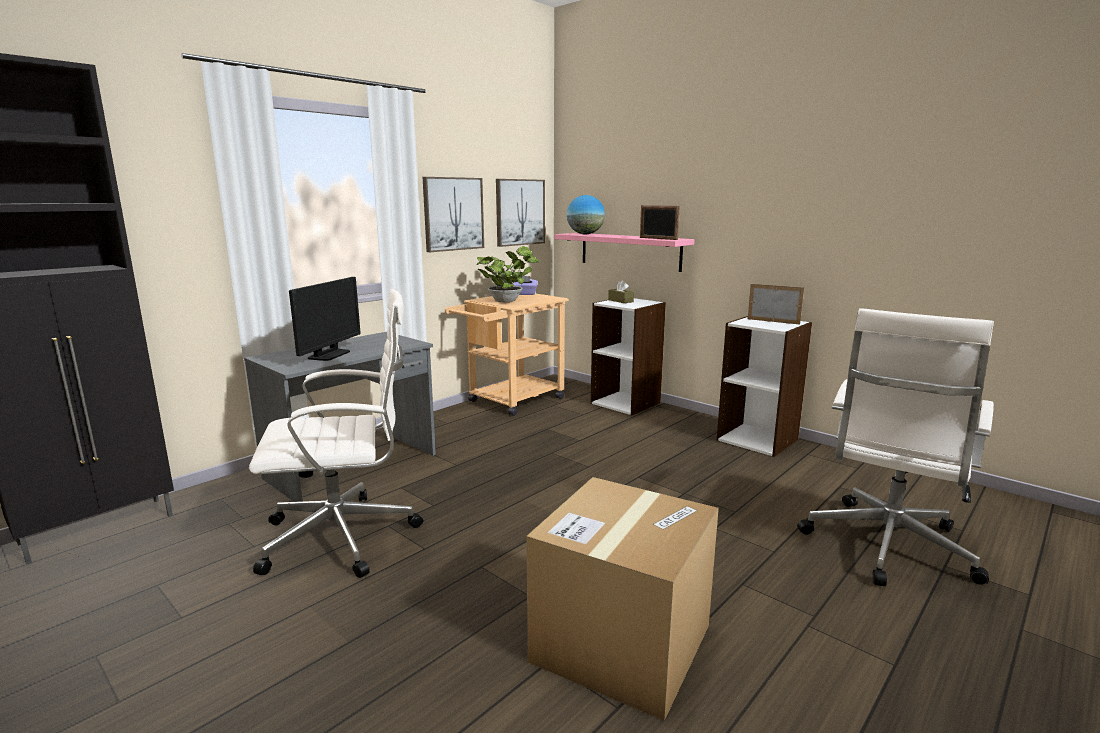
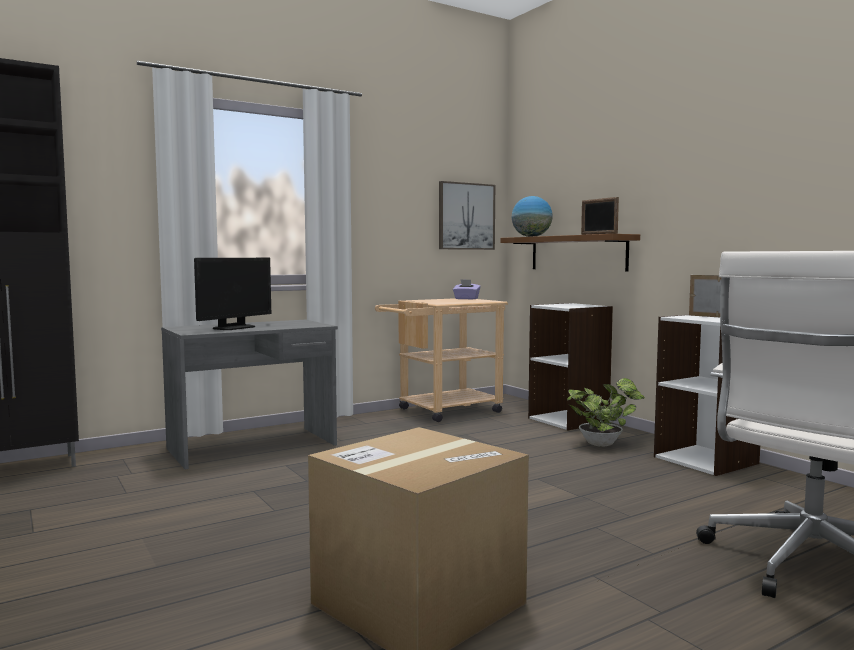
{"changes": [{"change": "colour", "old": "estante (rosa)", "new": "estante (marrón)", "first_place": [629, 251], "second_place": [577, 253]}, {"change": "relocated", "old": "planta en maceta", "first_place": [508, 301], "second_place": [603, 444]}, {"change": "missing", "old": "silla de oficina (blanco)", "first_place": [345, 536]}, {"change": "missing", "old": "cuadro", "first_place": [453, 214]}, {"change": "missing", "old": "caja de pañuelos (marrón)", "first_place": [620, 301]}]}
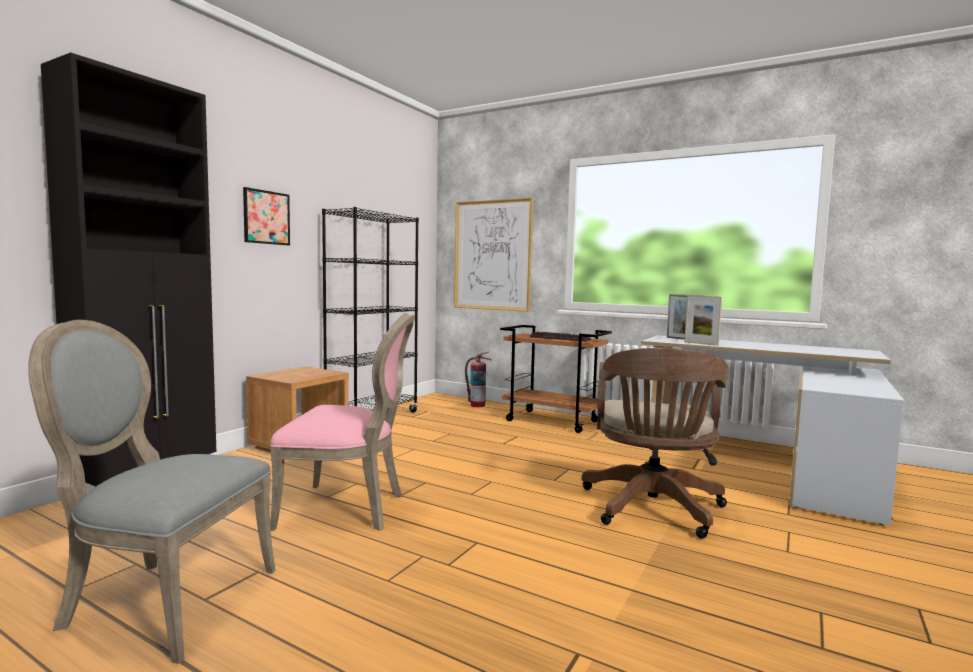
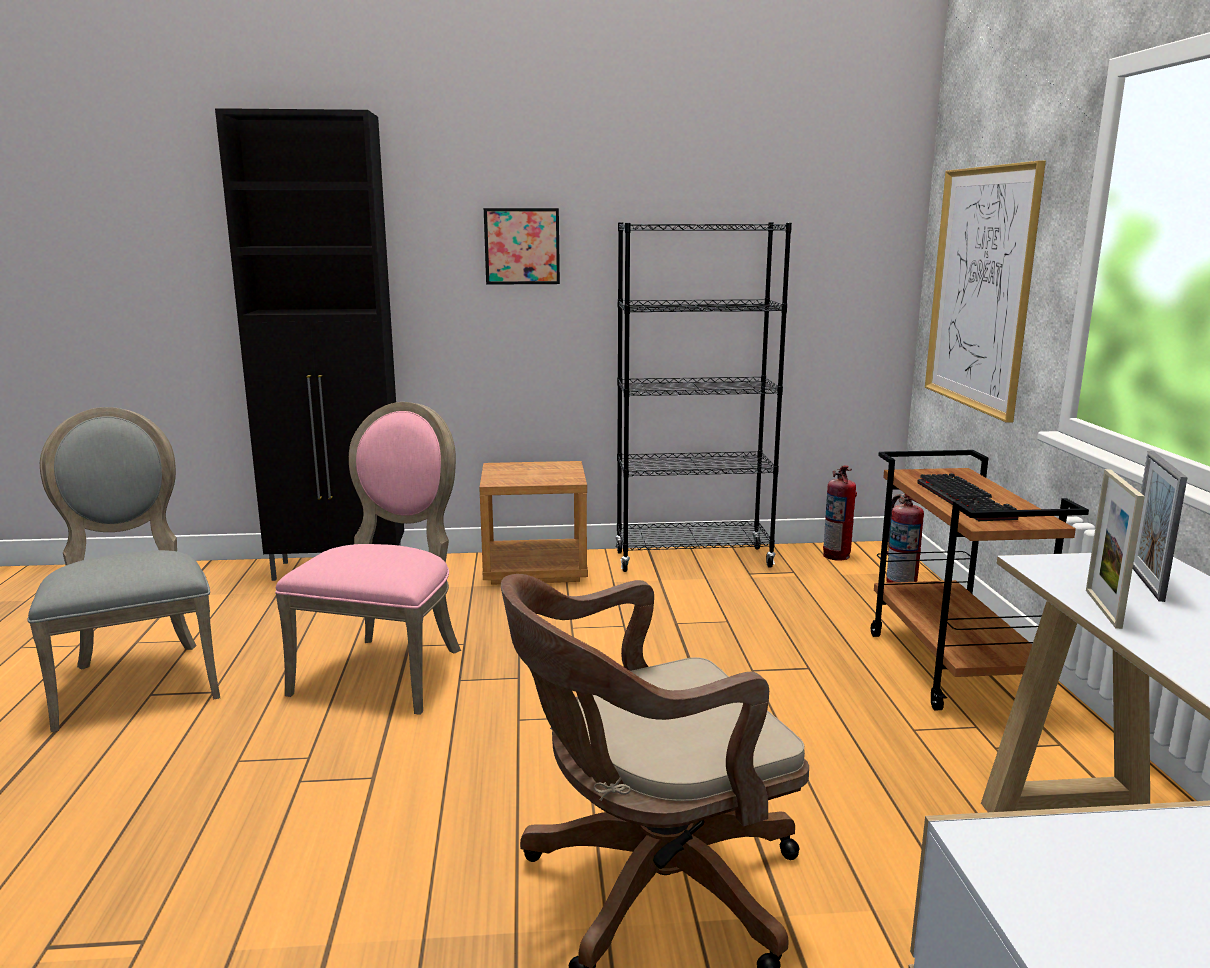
{"changes": [{"change": "spun", "old": "silla (rosa)", "first_place": [348, 509], "second_place": [387, 669], "degrees": -135}, {"change": "appeared", "new": "extintor", "second_place": [837, 555]}]}
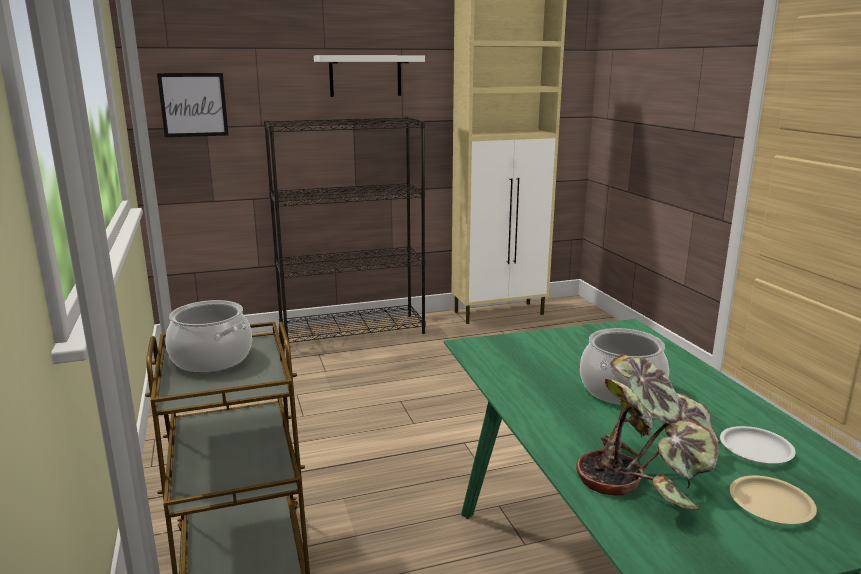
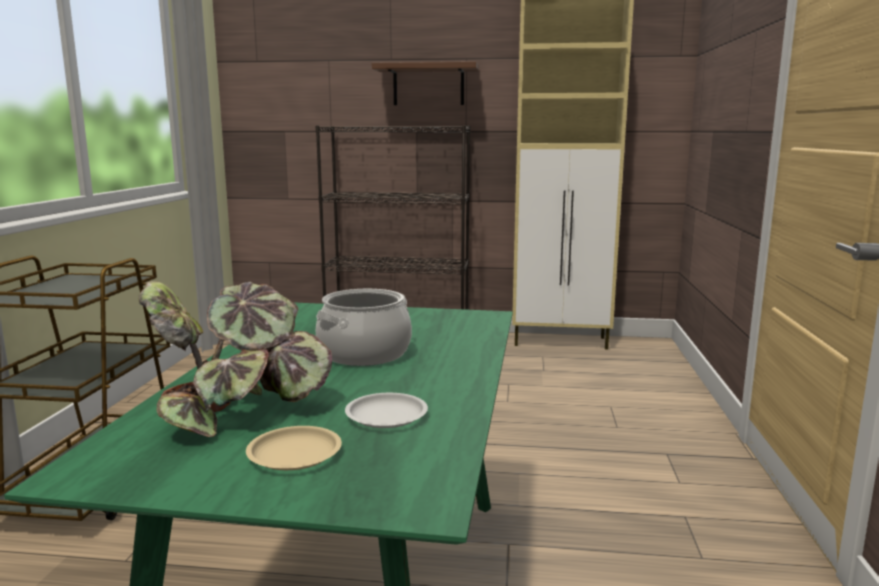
{"changes": [{"change": "colour", "old": "estante (blanco)", "new": "estante (marrón)", "first_place": [365, 76], "second_place": [428, 85]}, {"change": "missing", "old": "cuadro", "first_place": [193, 105]}, {"change": "missing", "old": "olla", "first_place": [211, 358]}]}
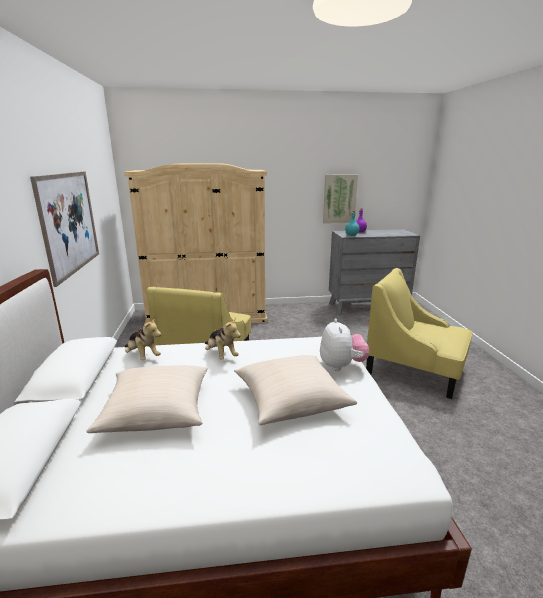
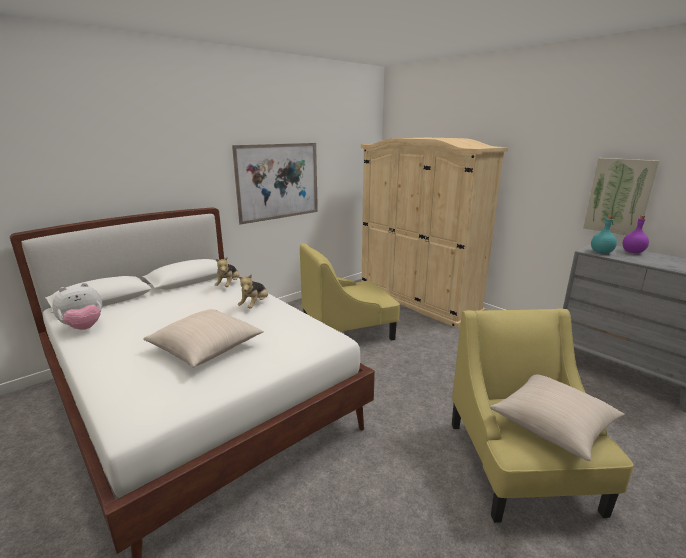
{"changes": [{"change": "relocated", "old": "peluche", "first_place": [341, 366], "second_place": [84, 328]}, {"change": "relocated", "old": "cojín (beis)", "first_place": [157, 411], "second_place": [552, 425]}]}
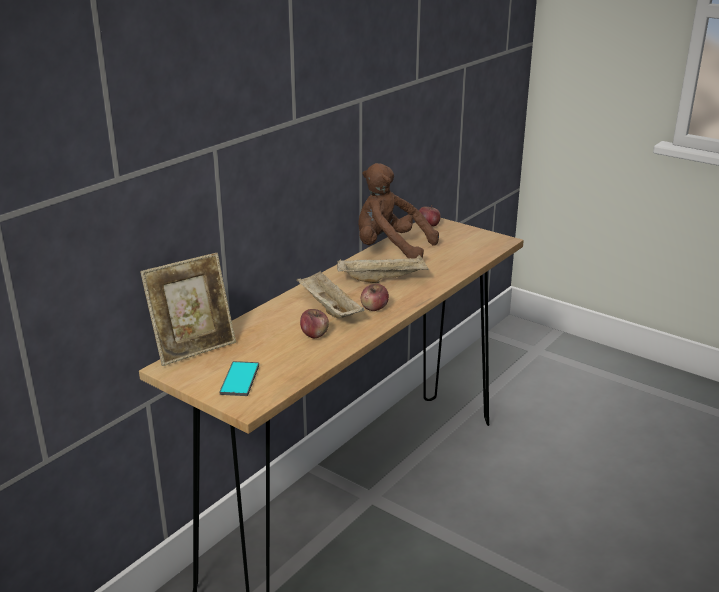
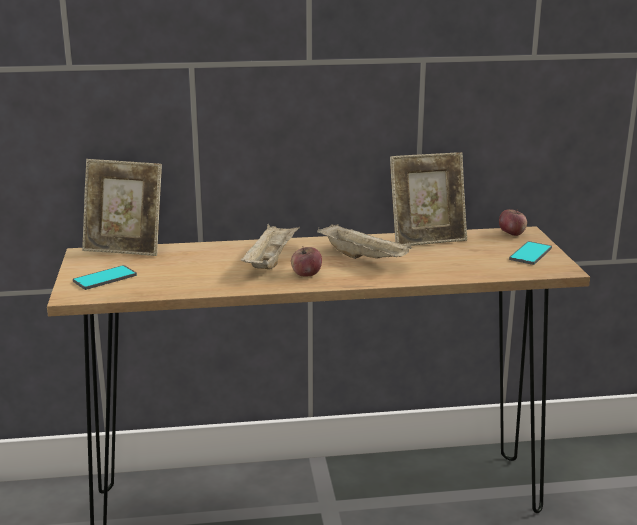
{"changes": [{"change": "exchanged", "old": "peluche (marrón)", "new": "portarretratos", "first_place": [390, 249], "second_place": [427, 239]}, {"change": "appeared", "new": "móvil", "second_place": [530, 254]}, {"change": "missing", "old": "manzana", "first_place": [314, 334]}]}
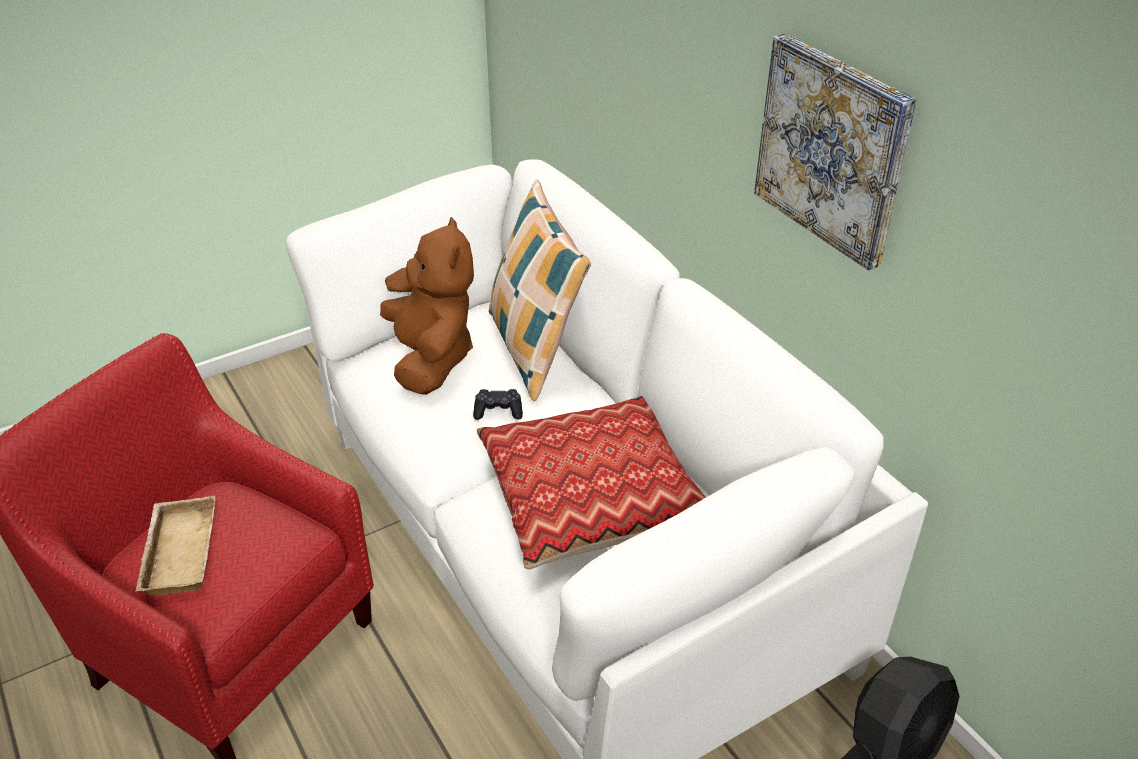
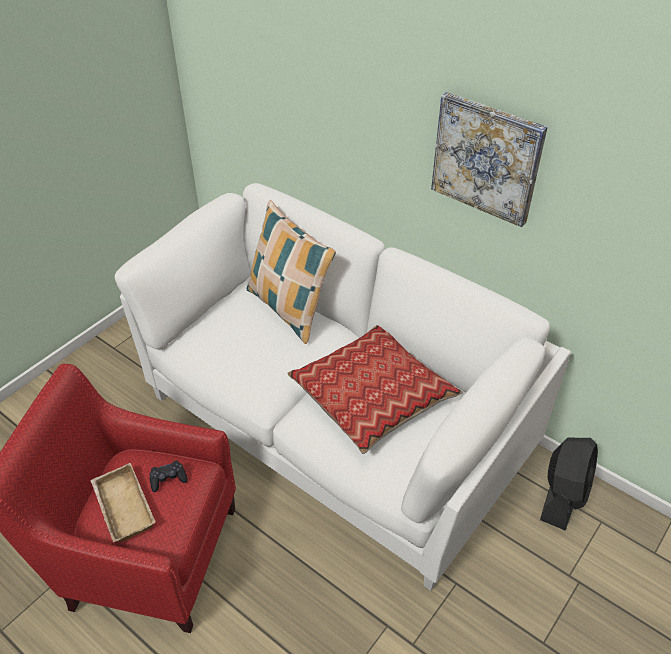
{"changes": [{"change": "relocated", "old": "mando de consola (negro)", "first_place": [498, 411], "second_place": [168, 479]}, {"change": "missing", "old": "peluche (marrón)", "first_place": [429, 358]}]}
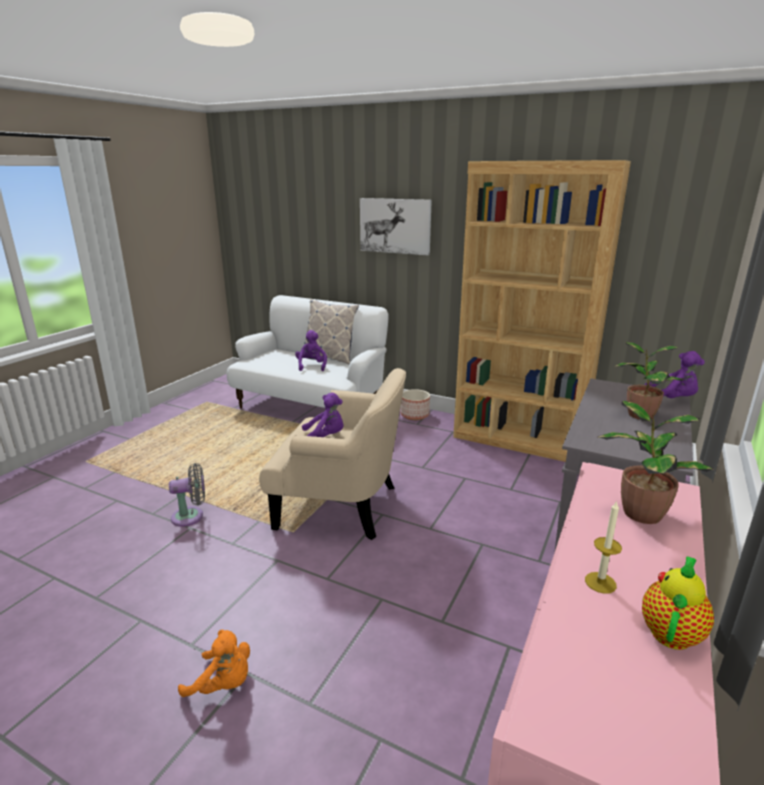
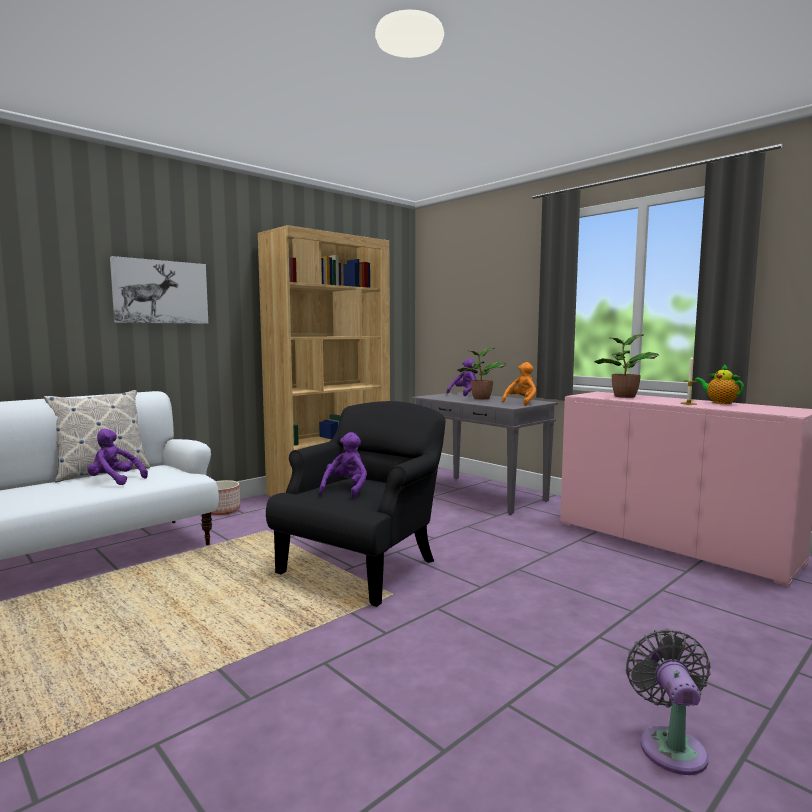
{"changes": [{"change": "colour", "old": "sillón (beis)", "new": "sillón (negro)", "first_place": [341, 505], "second_place": [362, 566]}, {"change": "relocated", "old": "peluche (naranja)", "first_place": [223, 684], "second_place": [521, 403]}, {"change": "relocated", "old": "ventilador (gris)", "first_place": [191, 516], "second_place": [670, 745]}]}
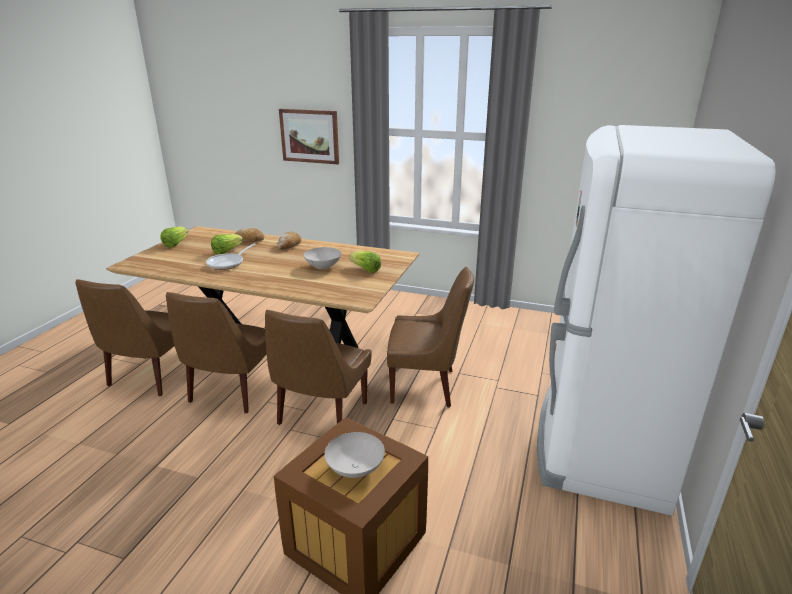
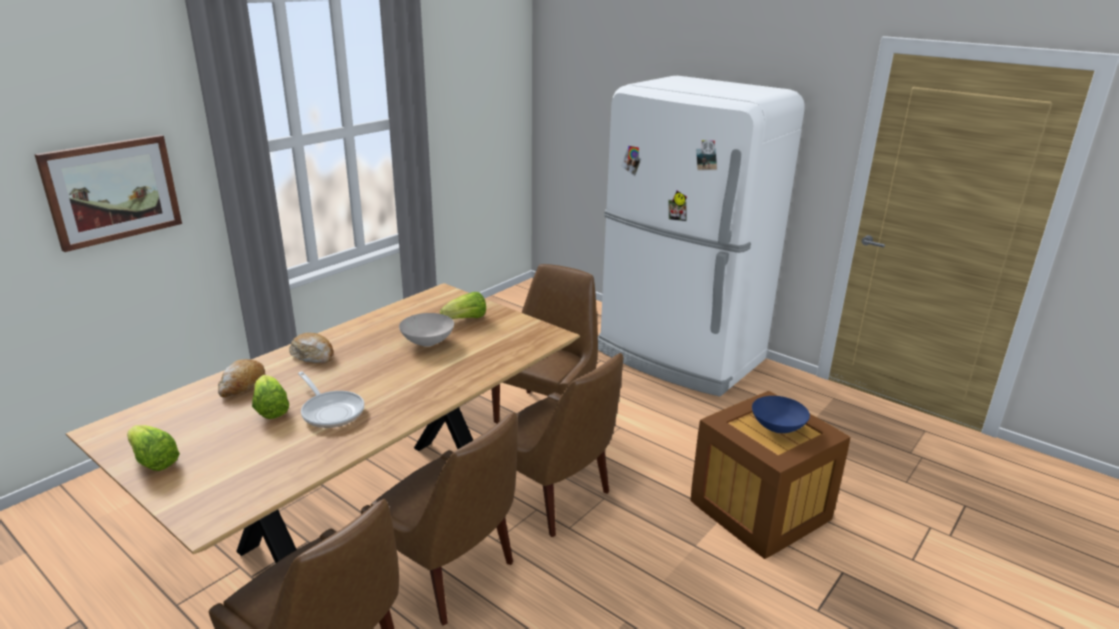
{"changes": [{"change": "colour", "old": "cuenco (blanco)", "new": "cuenco (azul)", "first_place": [355, 469], "second_place": [778, 428]}]}
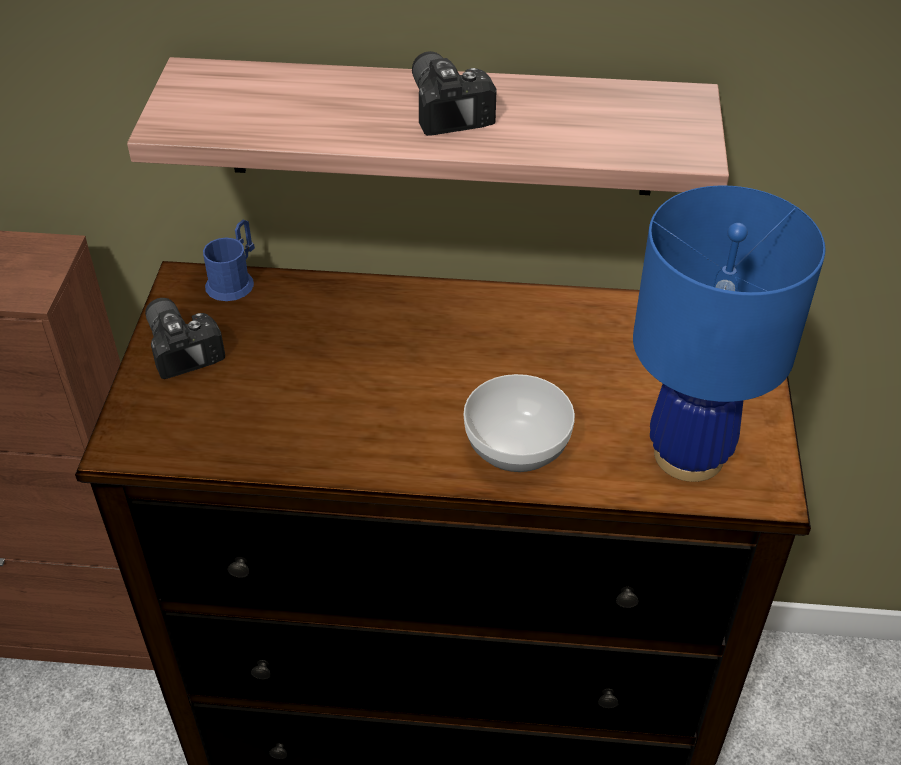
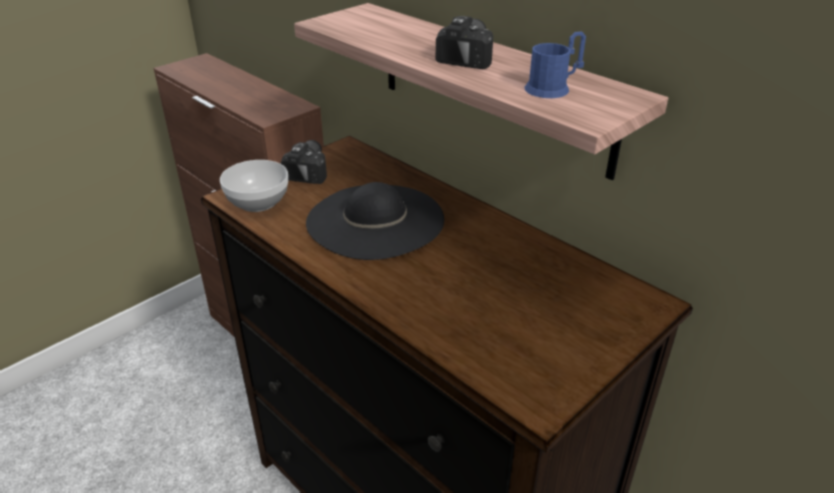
{"changes": [{"change": "relocated", "old": "cuenco", "first_place": [515, 448], "second_place": [257, 202]}, {"change": "appeared", "new": "sombrero (negro)", "second_place": [375, 220]}, {"change": "relocated", "old": "taza grande (azul)", "first_place": [234, 280], "second_place": [553, 88]}, {"change": "missing", "old": "lámpara de mesa (azul)", "first_place": [689, 455]}]}
